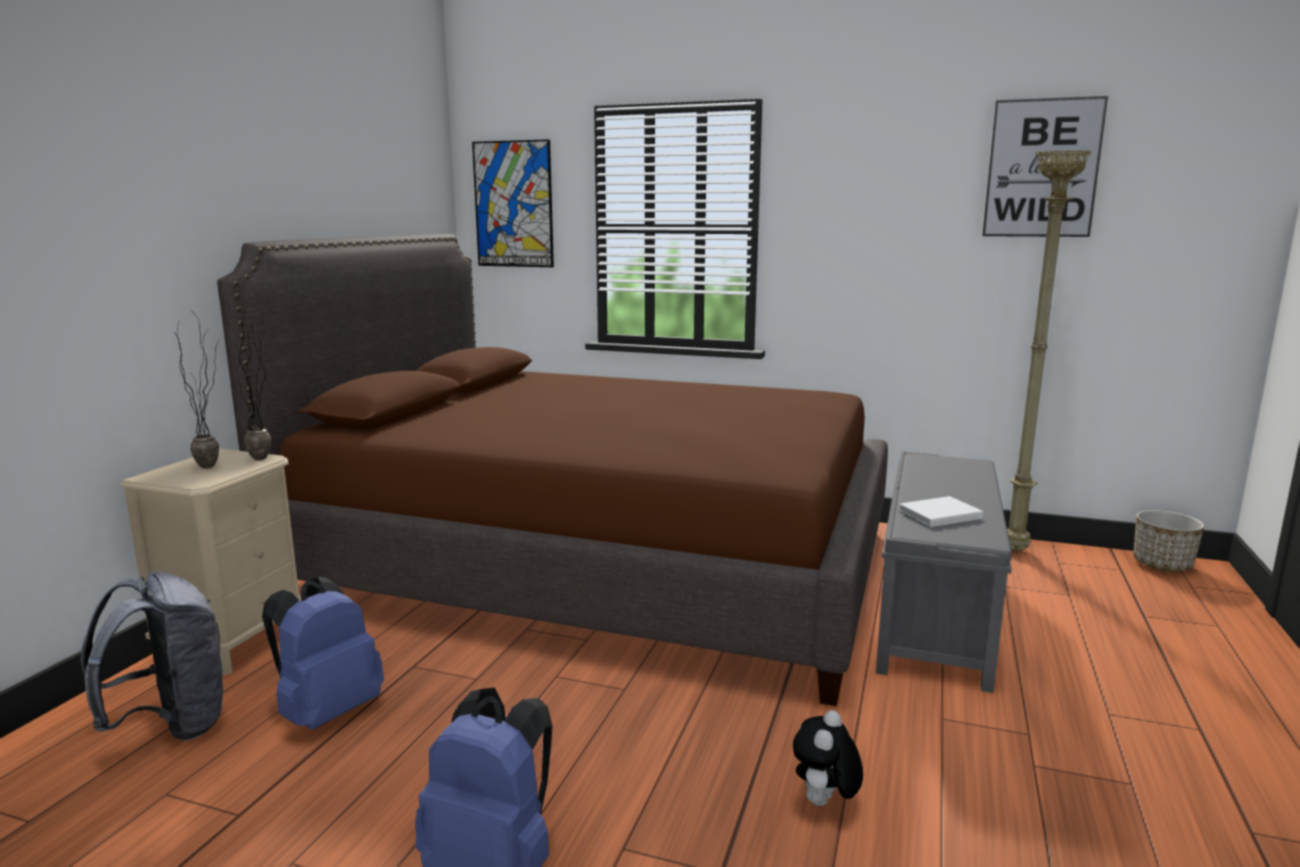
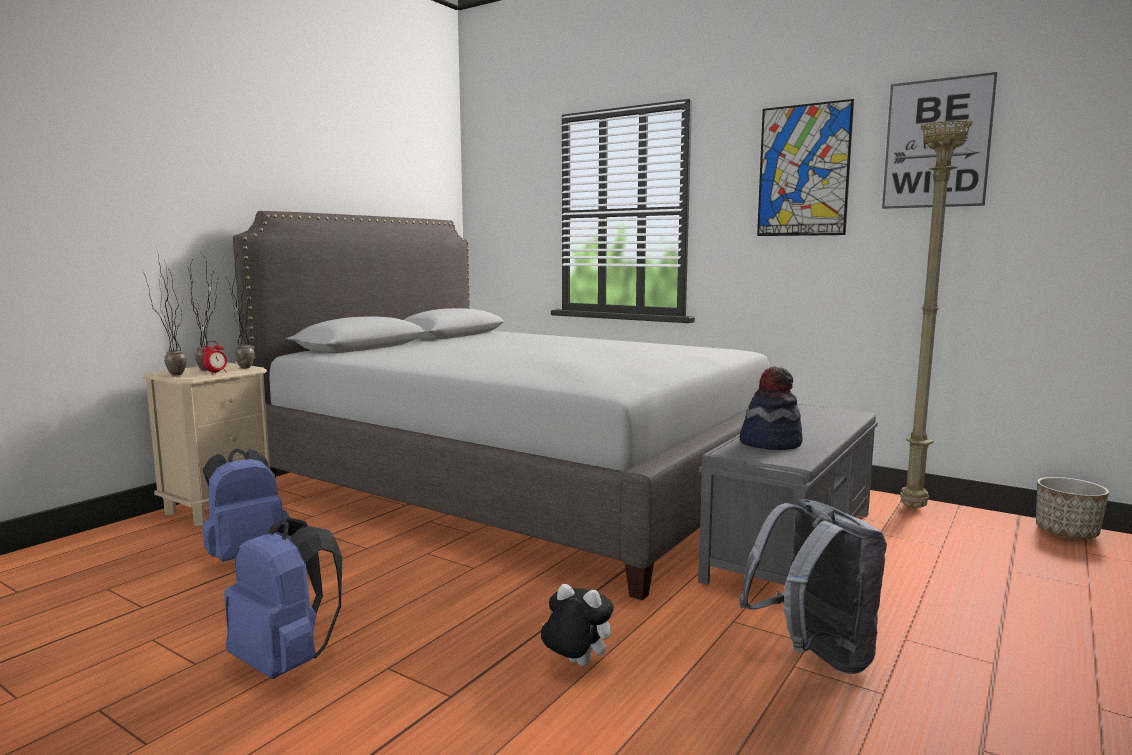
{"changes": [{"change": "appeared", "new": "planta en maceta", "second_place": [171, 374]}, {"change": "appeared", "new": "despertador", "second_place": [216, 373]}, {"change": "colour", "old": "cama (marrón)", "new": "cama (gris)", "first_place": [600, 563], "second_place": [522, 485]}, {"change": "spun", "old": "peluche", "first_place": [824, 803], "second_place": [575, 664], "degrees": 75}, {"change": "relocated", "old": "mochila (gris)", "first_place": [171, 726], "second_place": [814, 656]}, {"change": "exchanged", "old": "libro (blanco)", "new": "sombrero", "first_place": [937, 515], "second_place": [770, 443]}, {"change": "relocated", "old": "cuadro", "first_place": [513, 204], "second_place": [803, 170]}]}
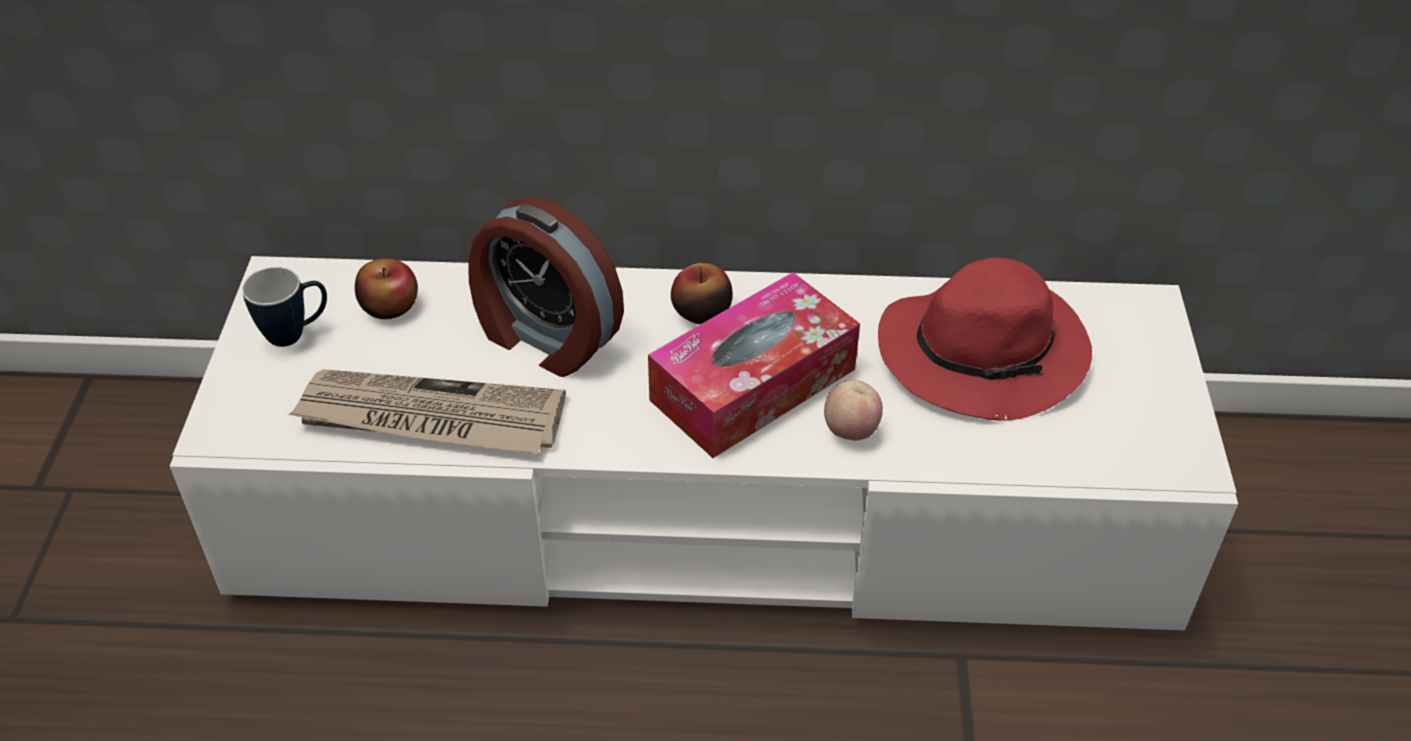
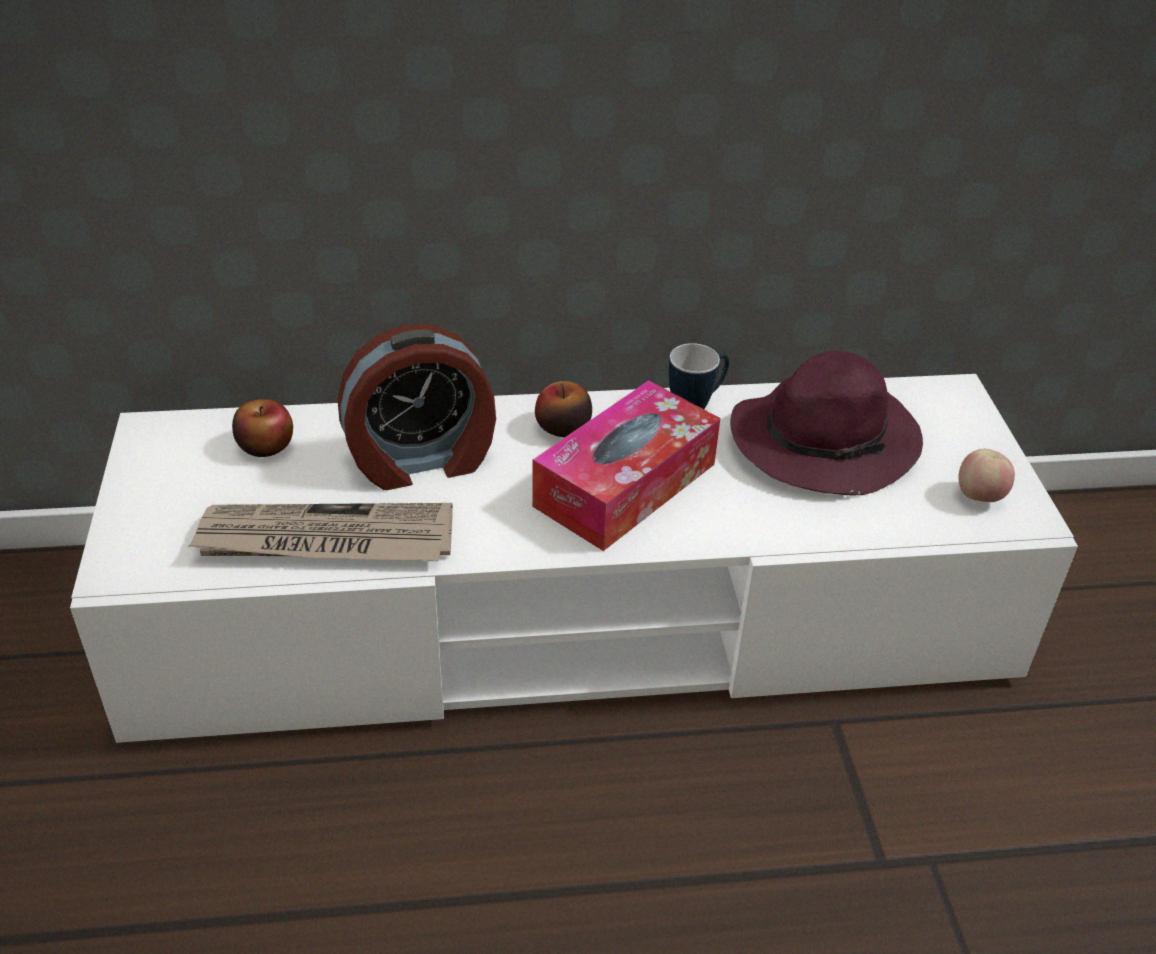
{"changes": [{"change": "spun", "old": "despertador", "first_place": [545, 337], "second_place": [422, 461], "degrees": -45}, {"change": "relocated", "old": "taza grande", "first_place": [296, 333], "second_place": [697, 405]}, {"change": "colour", "old": "sombrero (rojo)", "new": "sombrero (morado)", "first_place": [985, 352], "second_place": [826, 440]}, {"change": "relocated", "old": "manzana", "first_place": [851, 431], "second_place": [979, 497]}]}
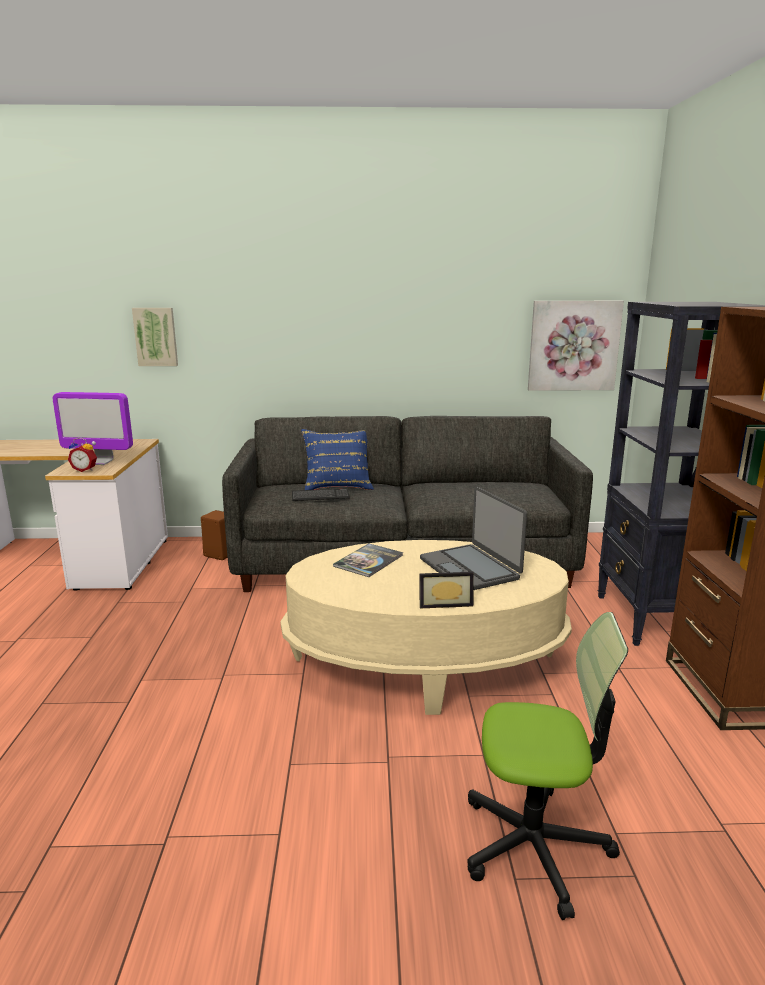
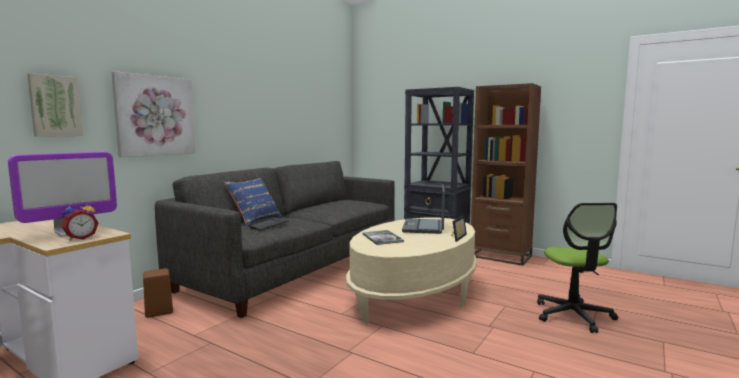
{"changes": [{"change": "relocated", "old": "cuadro", "first_place": [573, 345], "second_place": [155, 116]}, {"change": "spun", "old": "portátil", "first_place": [470, 568], "second_place": [424, 227], "degrees": 90}, {"change": "spun", "old": "silla de oficina", "first_place": [535, 845], "second_place": [573, 315], "degrees": 135}]}
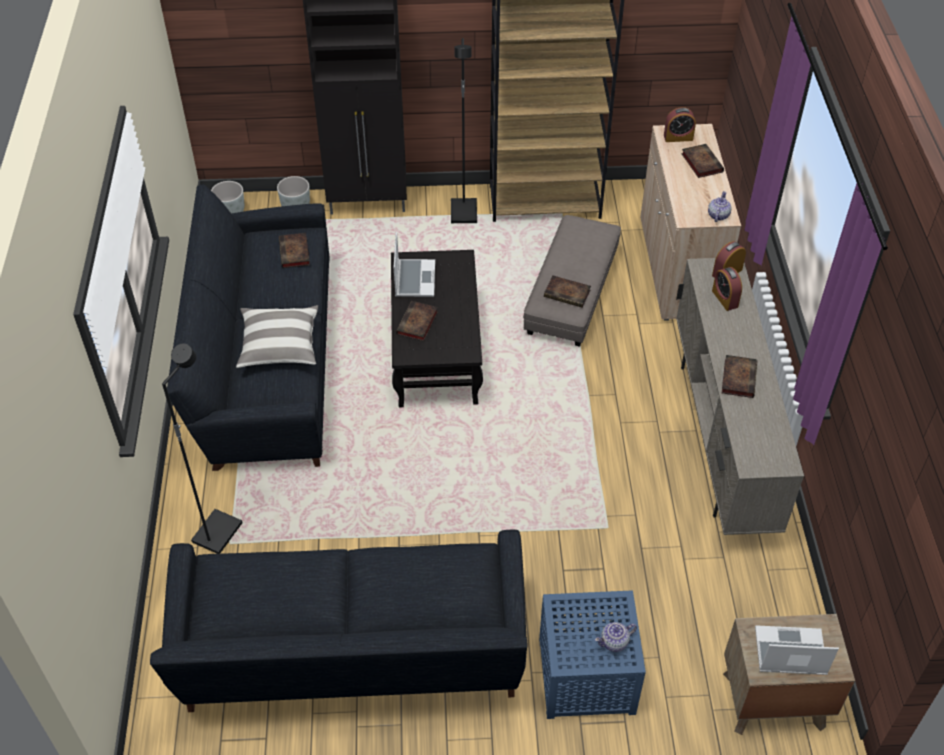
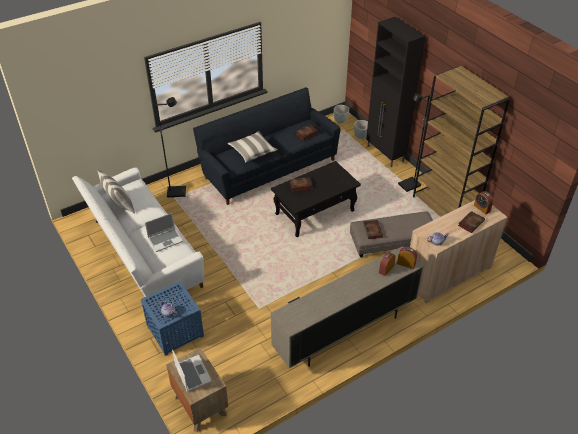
{"changes": [{"change": "colour", "old": "sofá (negro)", "new": "sofá (blanco)", "first_place": [352, 657], "second_place": [143, 254]}, {"change": "appeared", "new": "cojín", "second_place": [119, 205]}, {"change": "relocated", "old": "portátil", "first_place": [414, 279], "second_place": [165, 240]}, {"change": "missing", "old": "libro", "first_place": [738, 377]}]}
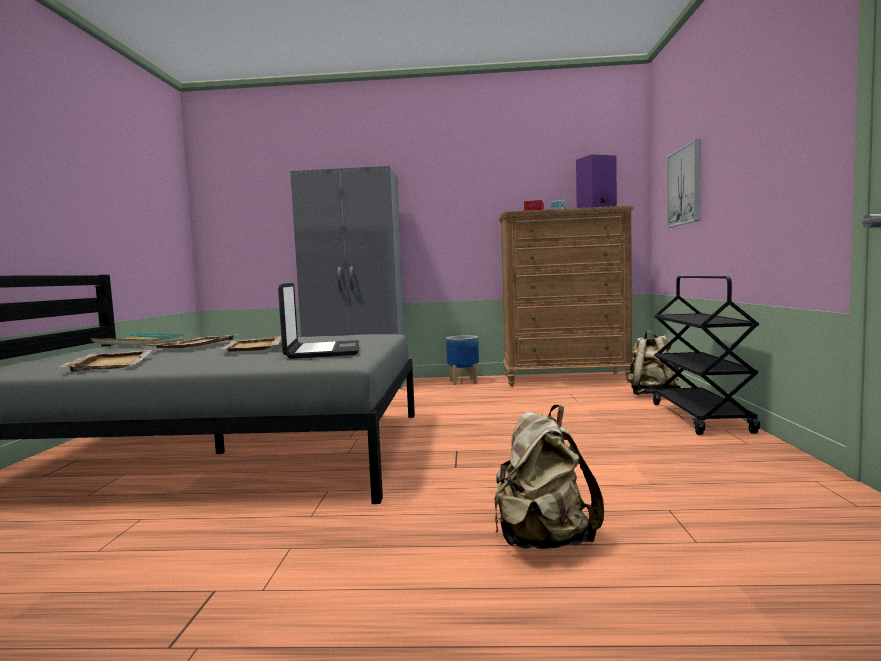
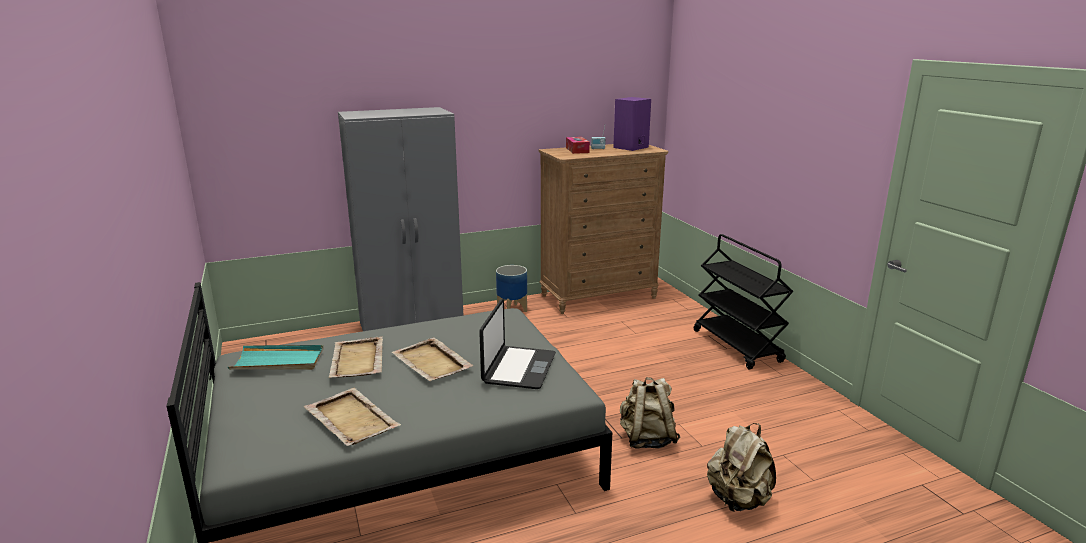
{"changes": [{"change": "spun", "old": "portátil", "first_place": [322, 351], "second_place": [518, 368], "degrees": 45}, {"change": "relocated", "old": "mochila (beis)", "first_place": [653, 394], "second_place": [647, 439]}, {"change": "missing", "old": "cuadro", "first_place": [685, 186]}]}
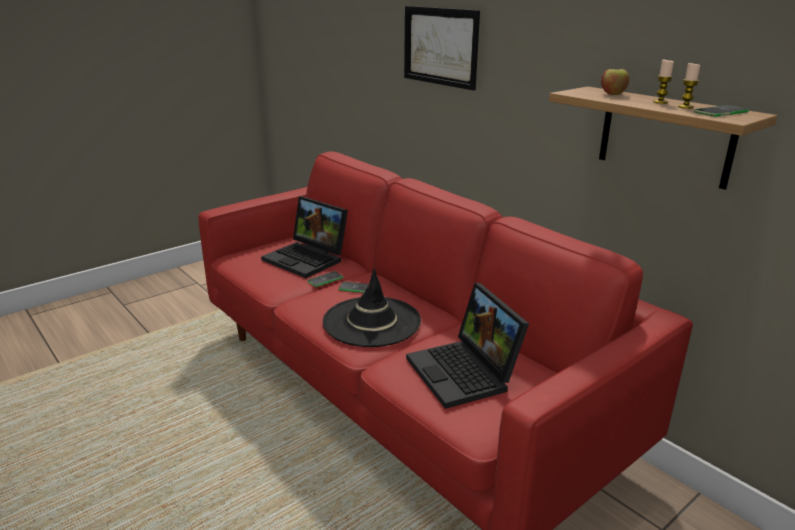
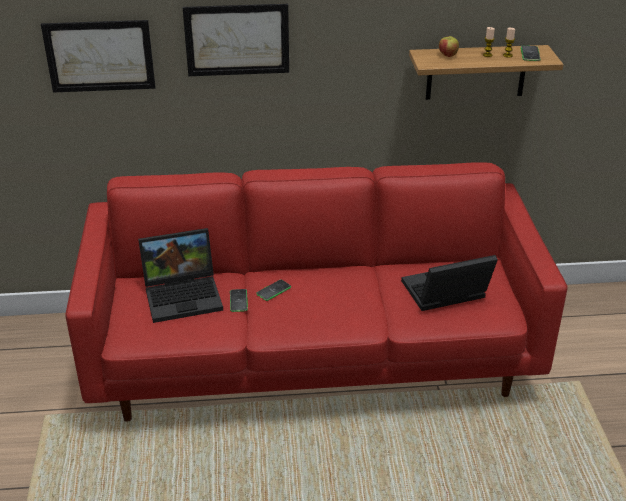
{"changes": [{"change": "appeared", "new": "cuadro", "second_place": [99, 56]}, {"change": "spun", "old": "portátil", "first_place": [465, 373], "second_place": [444, 294], "degrees": 150}, {"change": "missing", "old": "sombrero (negro)", "first_place": [371, 321]}]}
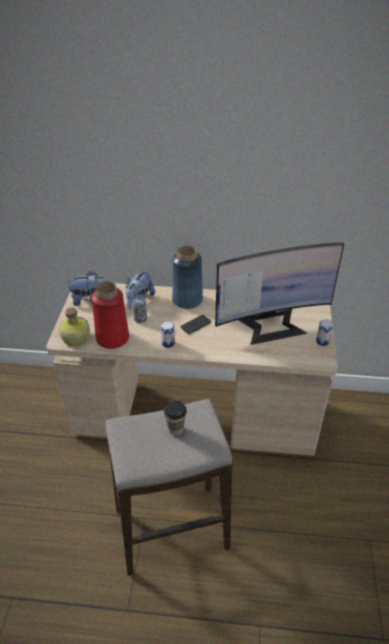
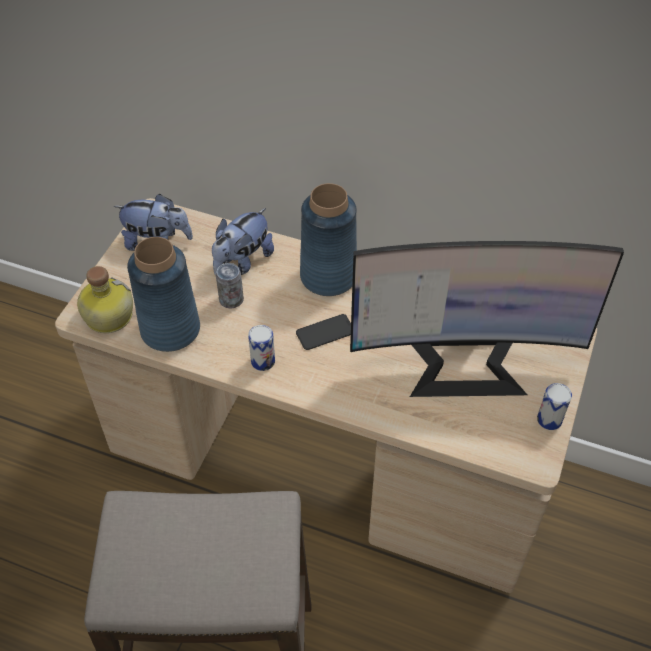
{"changes": [{"change": "colour", "old": "florero (rojo)", "new": "florero (azul)", "first_place": [113, 338], "second_place": [171, 329]}, {"change": "missing", "old": "taza", "first_place": [175, 429]}]}
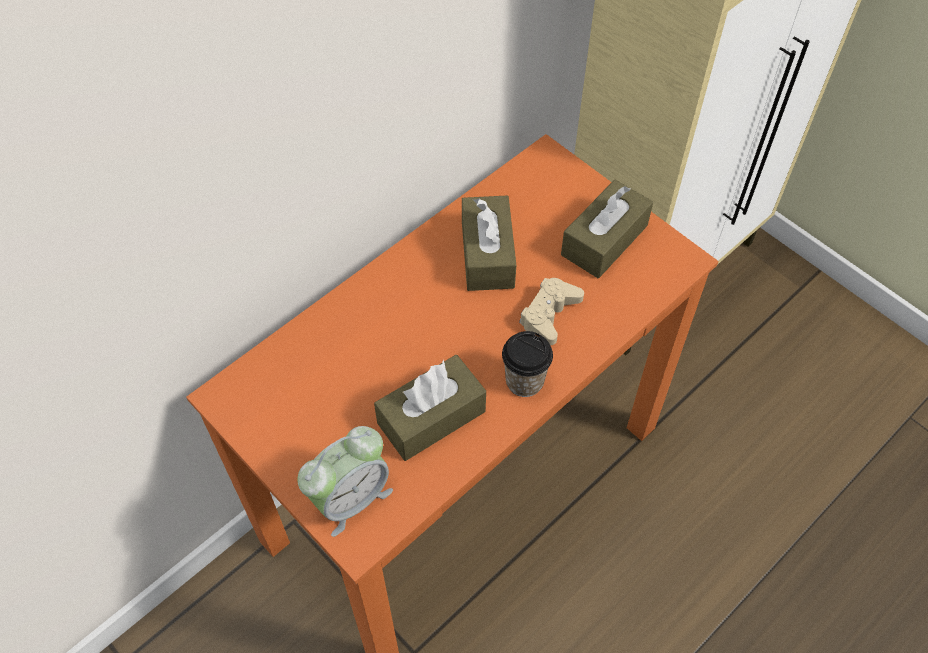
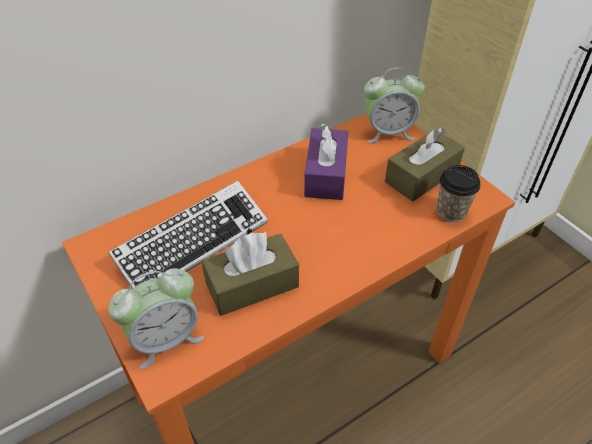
{"changes": [{"change": "appeared", "new": "teclado", "second_place": [192, 243]}, {"change": "colour", "old": "caja de pañuelos (marrón)", "new": "caja de pañuelos (morado)", "first_place": [487, 254], "second_place": [326, 174]}, {"change": "appeared", "new": "despertador", "second_place": [388, 132]}, {"change": "relocated", "old": "taza", "first_place": [524, 381], "second_place": [451, 211]}, {"change": "missing", "old": "mando de consola (beis)", "first_place": [549, 314]}]}
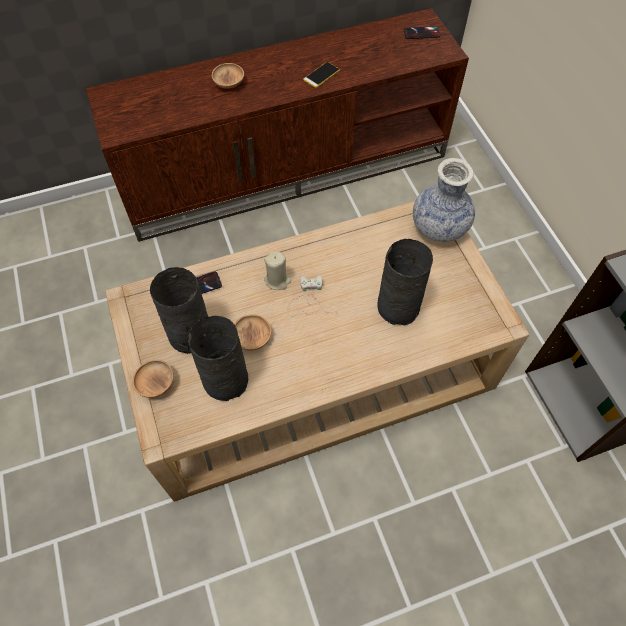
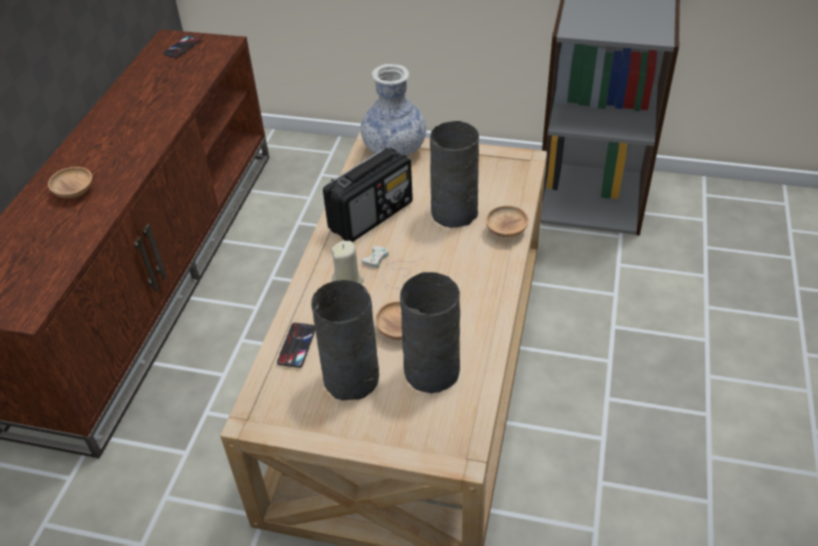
{"changes": [{"change": "appeared", "new": "radio", "second_place": [372, 215]}, {"change": "relocated", "old": "cuenco (marrón)", "first_place": [155, 383], "second_place": [506, 230]}, {"change": "missing", "old": "móvil", "first_place": [321, 75]}]}
